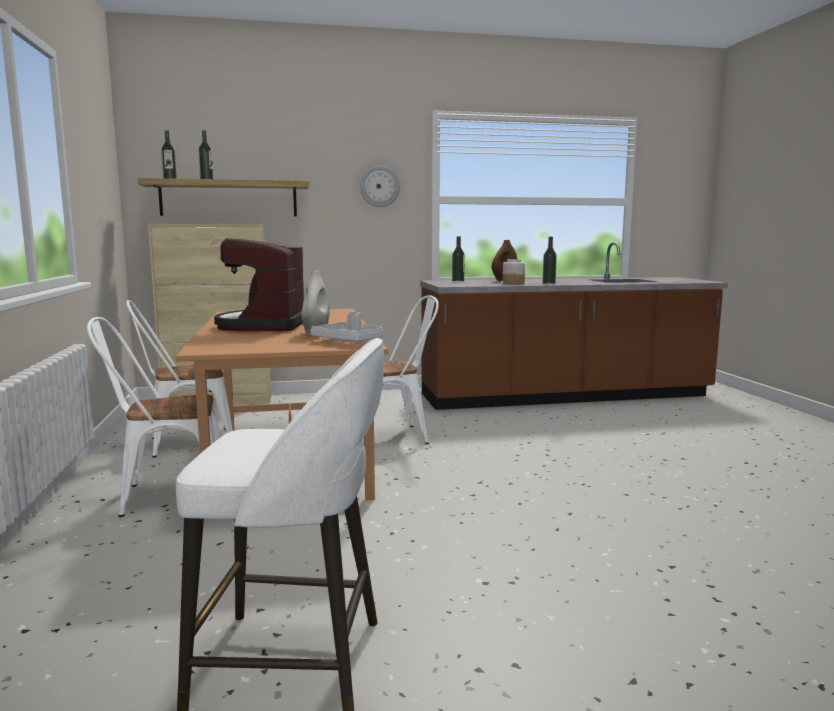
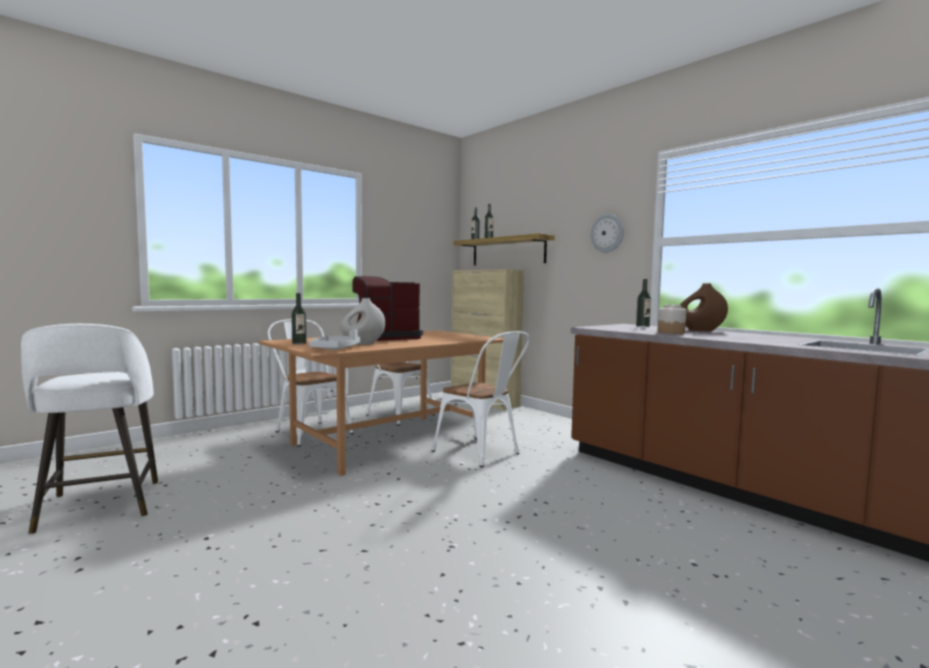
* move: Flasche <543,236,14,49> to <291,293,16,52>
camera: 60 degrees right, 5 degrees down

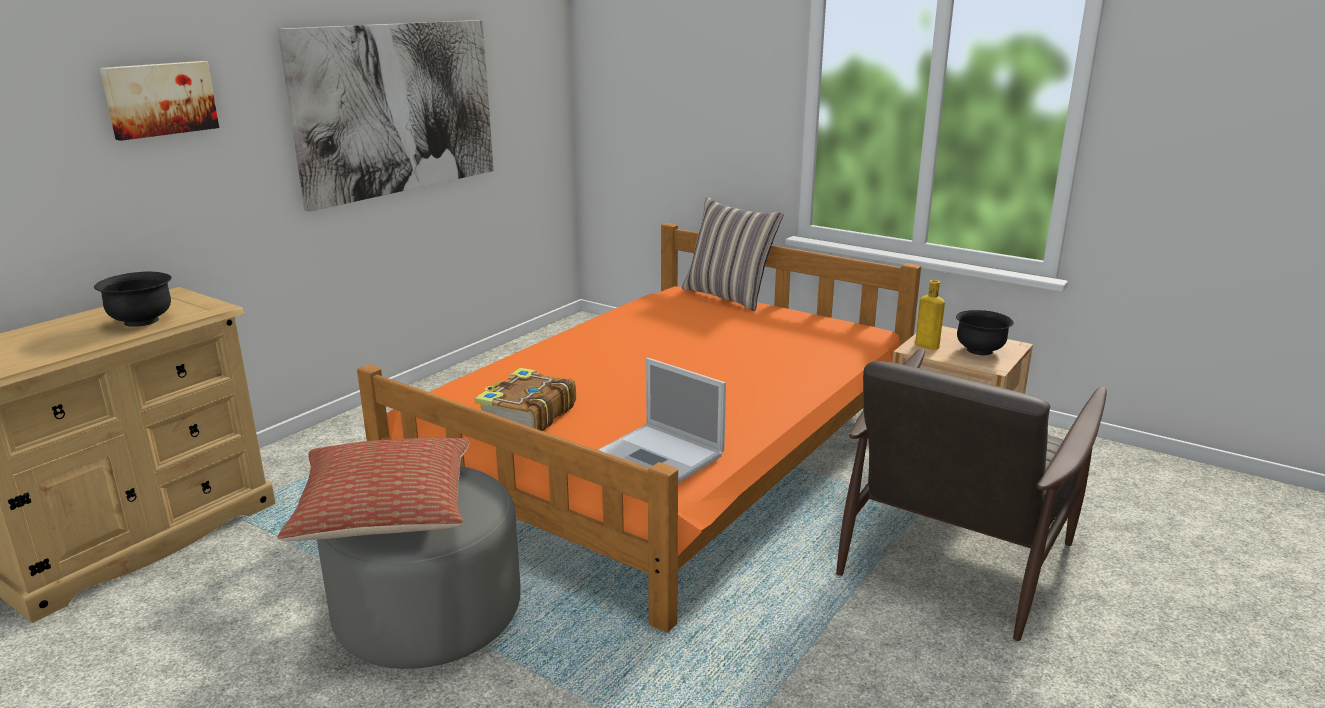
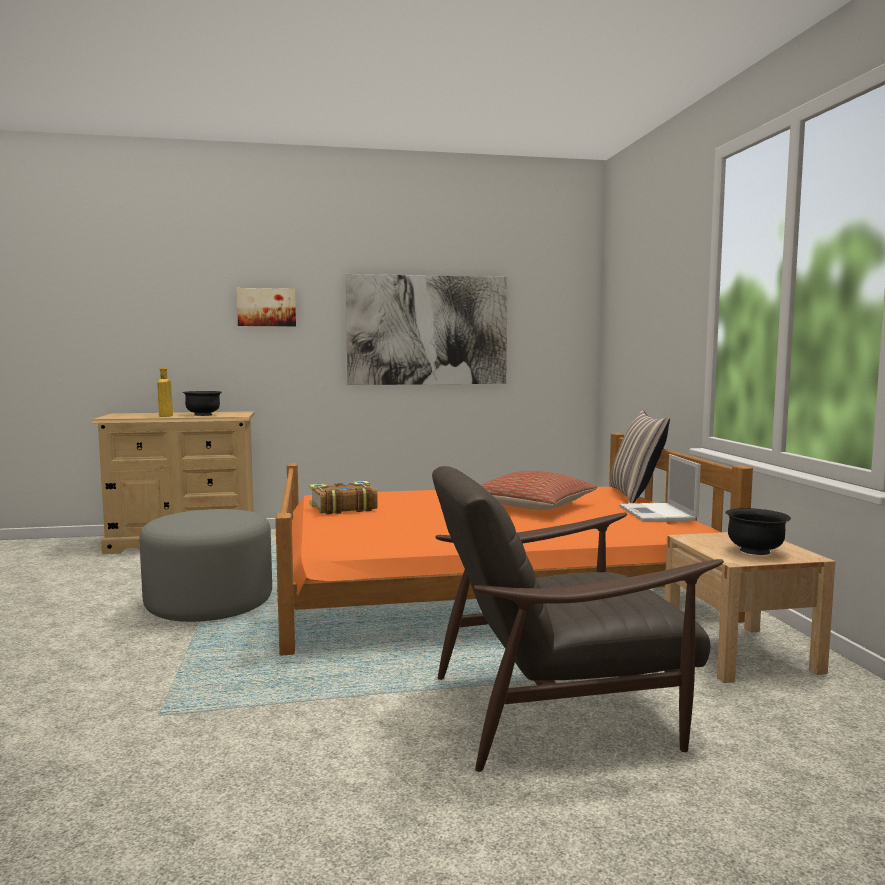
* move: Flasche/gelb <915,280,30,70> to <157,368,16,49>
* move: Kissen <277,438,193,103> to <481,471,117,39>
* move: Laptop <598,358,128,125> to <619,454,82,68>
camera: 45 degrees right, 15 degrees down

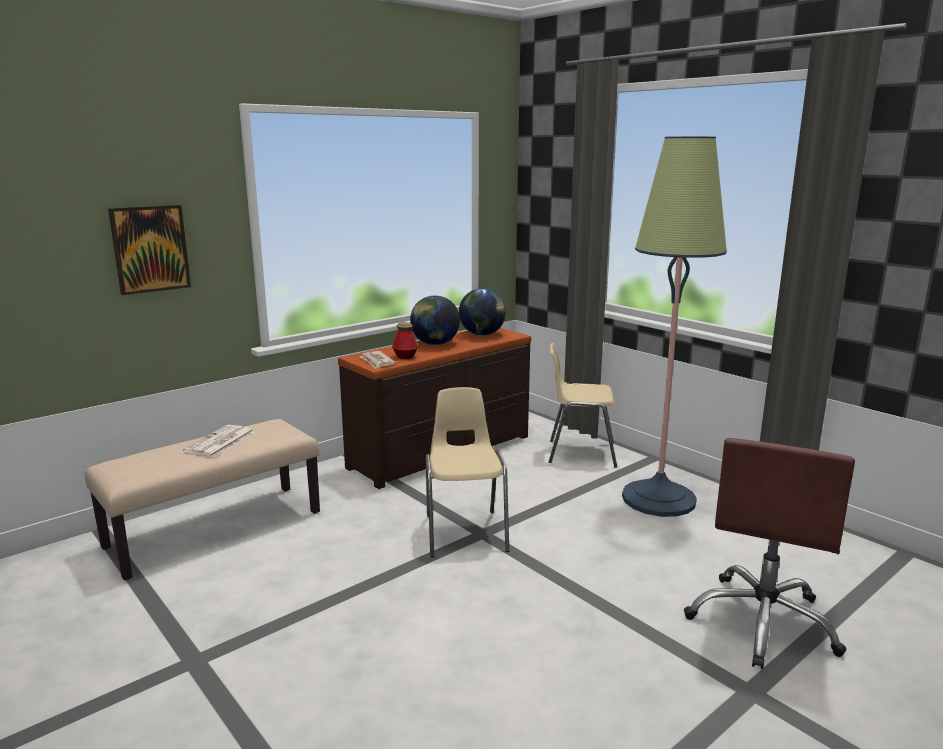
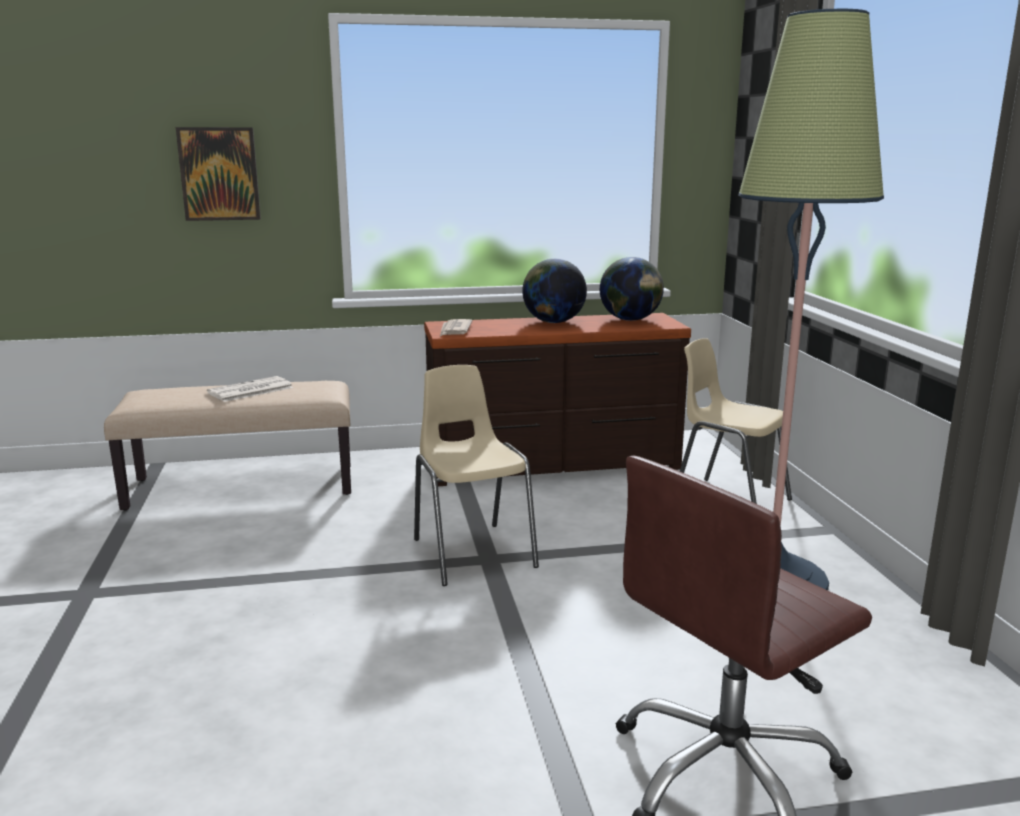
* rotate: Stuhl/beige <426,387,83,170> = <414,365,125,221> 45 degrees counterclockwise
* delete: Flasche <392,322,26,37>
camera: 30 degrees right, 0 degrees up

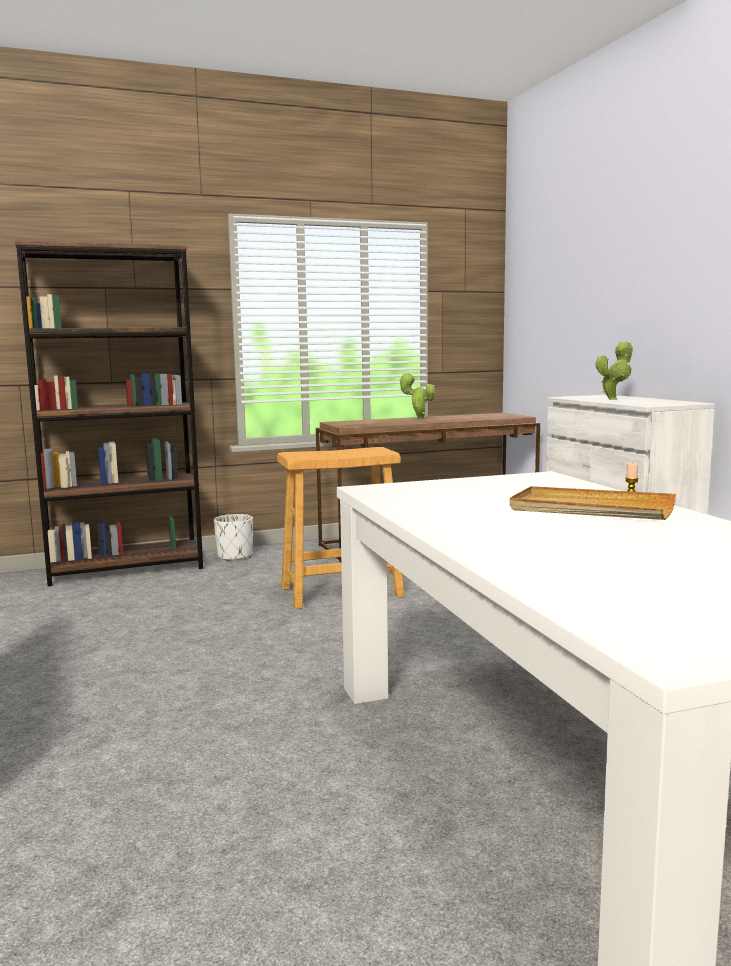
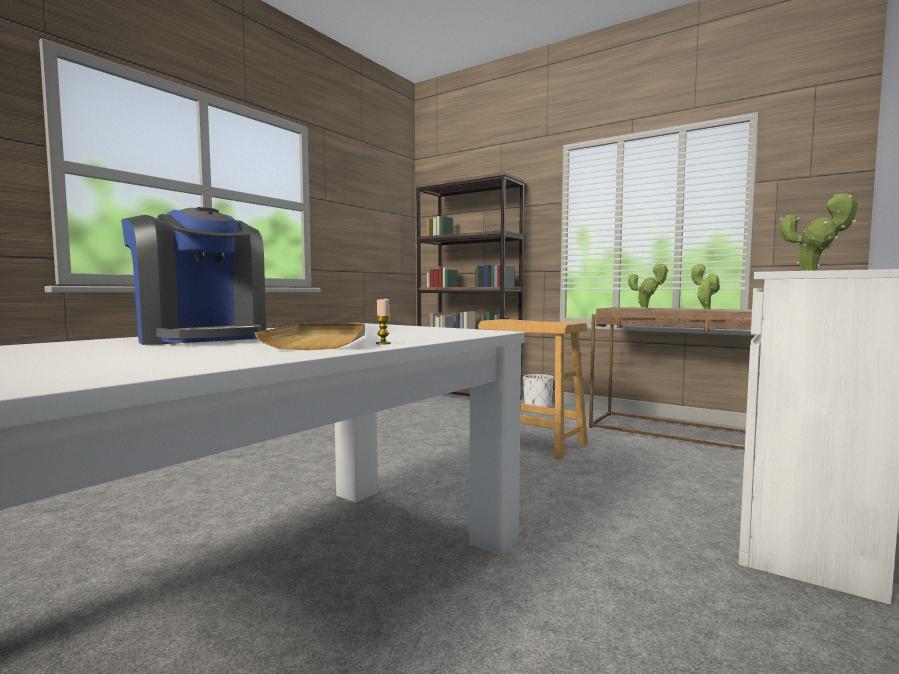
* insert: Kaffeemaschine <121,207,145,138>
* insert: Topfpflanze <628,263,41,46>
camera: 55 degrees right, 5 degrees down

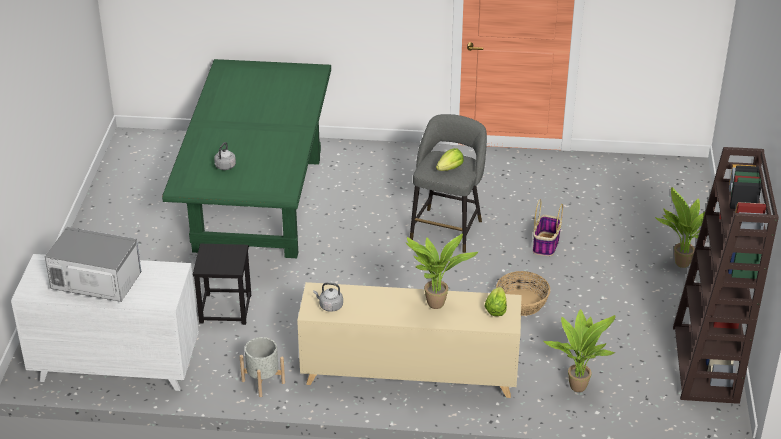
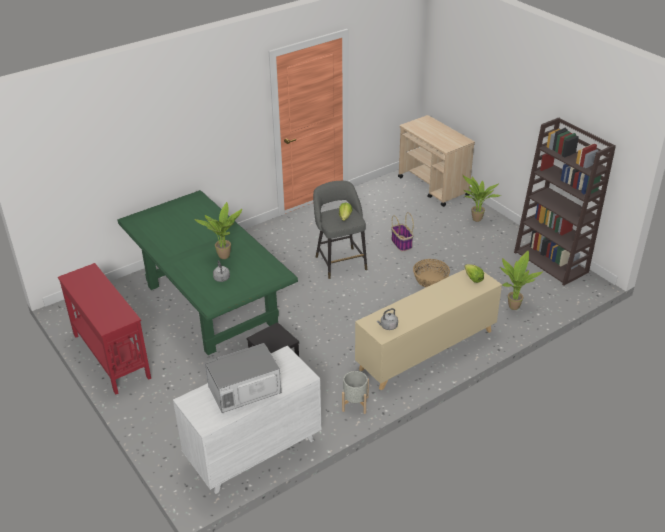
* insert: Konsolentisch/rot <58,263,93,132>
* move: Topfpflanze <405,233,73,76> to <195,202,47,57>
* insert: Rollwagen/beige <398,115,77,92>
camera: 40 degrees left, 0 degrees up

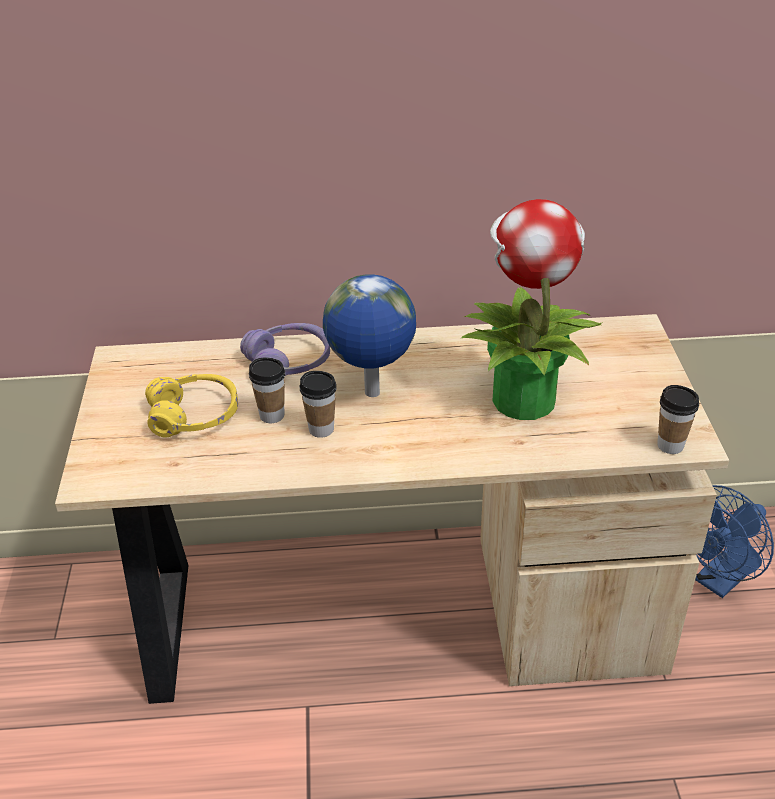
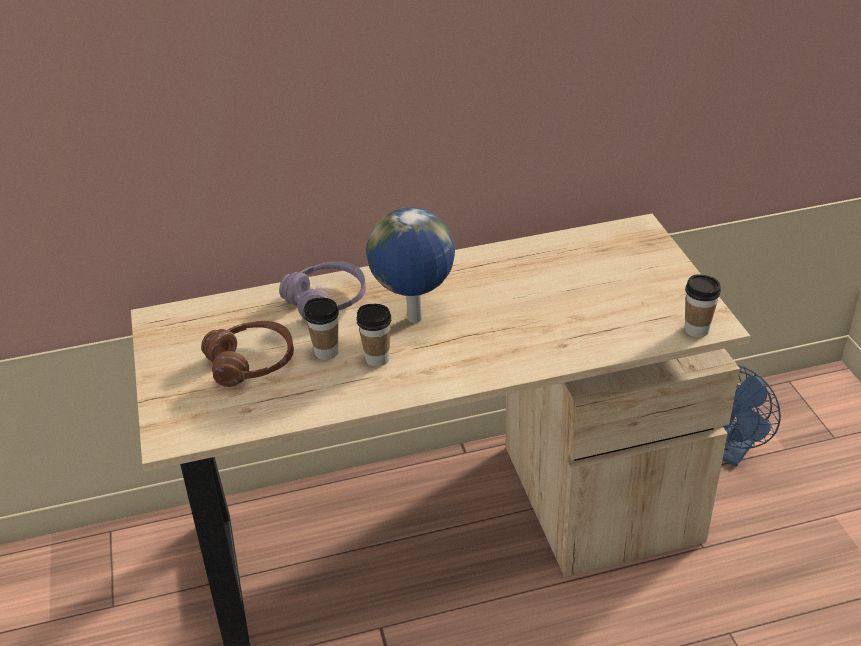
* recolor: Kopfhörer/gelb <145,374,93,64> to Kopfhörer/braun <201,321,93,66>
* delete: Topfpflanze <461,199,142,221>
camera: 10 degrees left, 0 degrees up

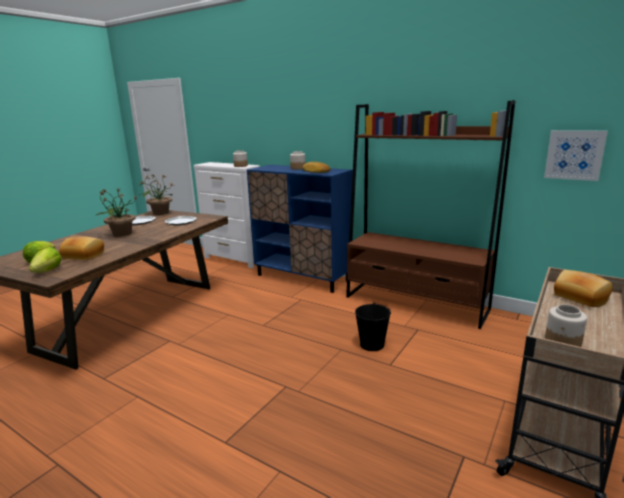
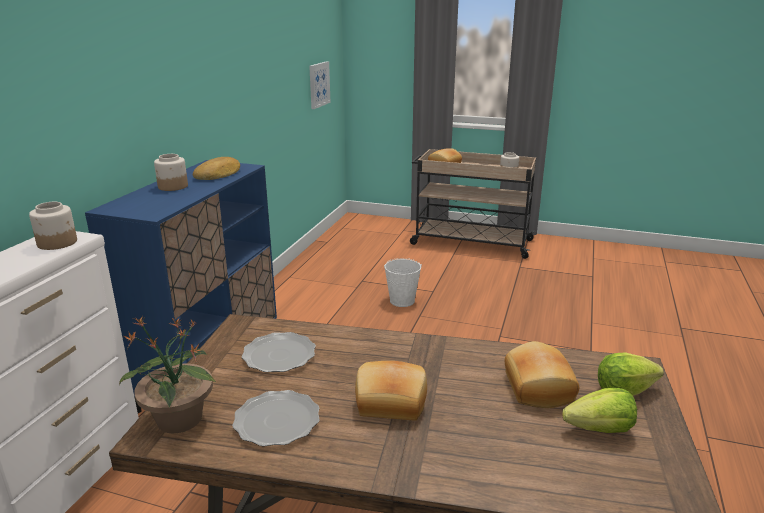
* replace: Topfpflanze <95,188,42,49> to Brot <355,361,72,60>
* recolor: Eimer/schwarz <355,302,36,49> to Eimer/weiß <384,258,38,49>
* delete: Bücherregal/braun <346,100,169,229>
camera: 105 degrees left, 5 degrees up

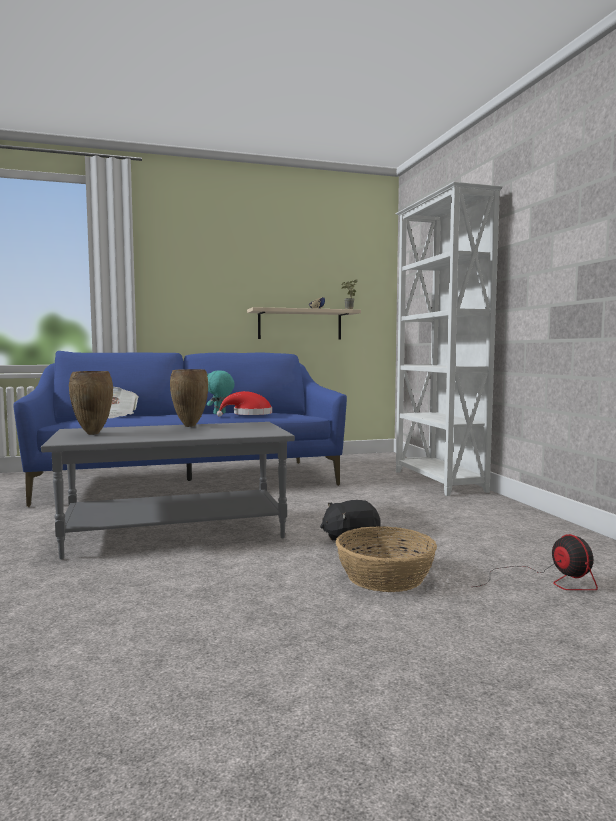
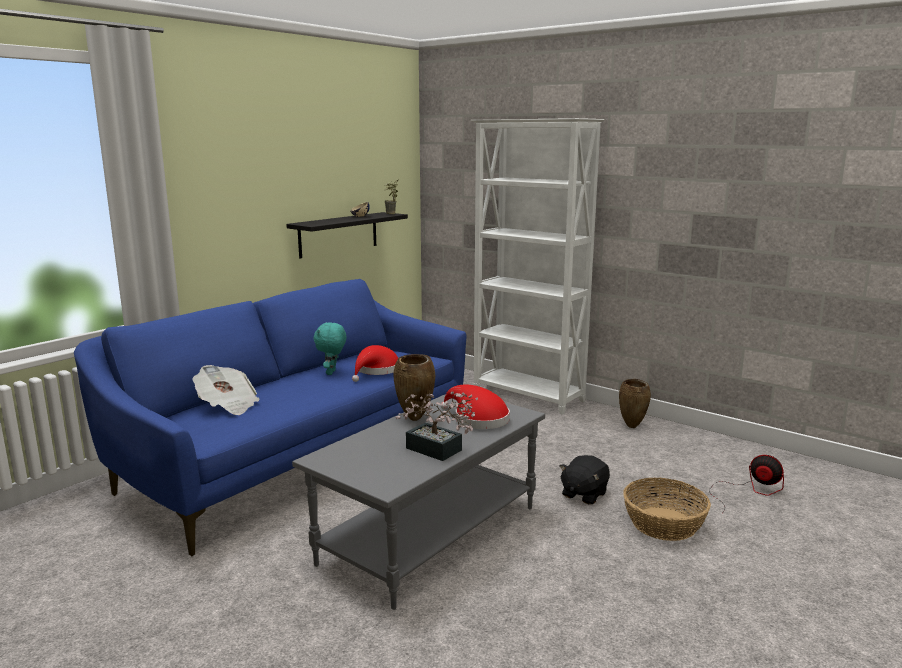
* recolor: Wandregal/beige <247,307,114,32> to Wandregal/schwarz <286,212,122,47>
* insert: Topfpflanze <396,392,82,69>
* insert: Hut/rot <440,385,70,44>
* move: Vase/braun <69,371,44,64> to <619,379,32,49>
camera: 35 degrees left, 10 degrees up

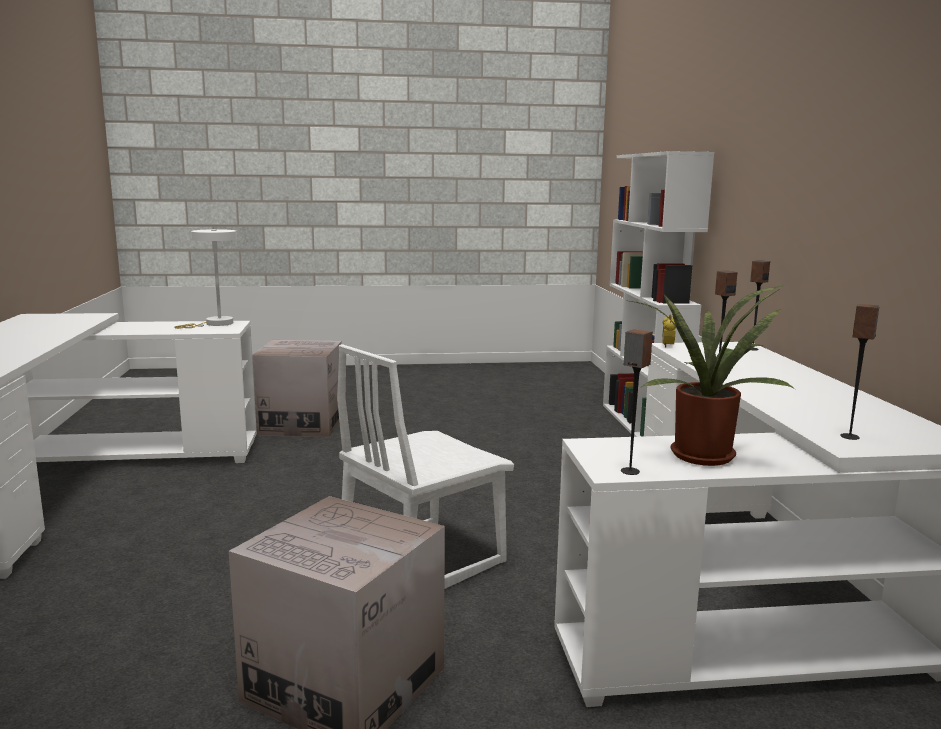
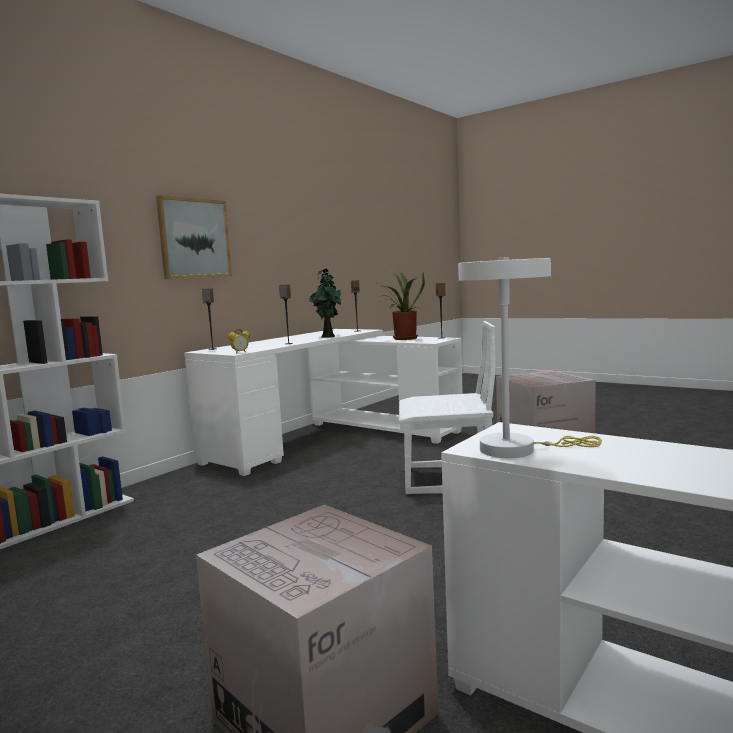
* insert: Bild <156,195,76,84>
* insert: Topfpflanze <310,268,31,70>
camera: 135 degrees left, 5 degrees down

